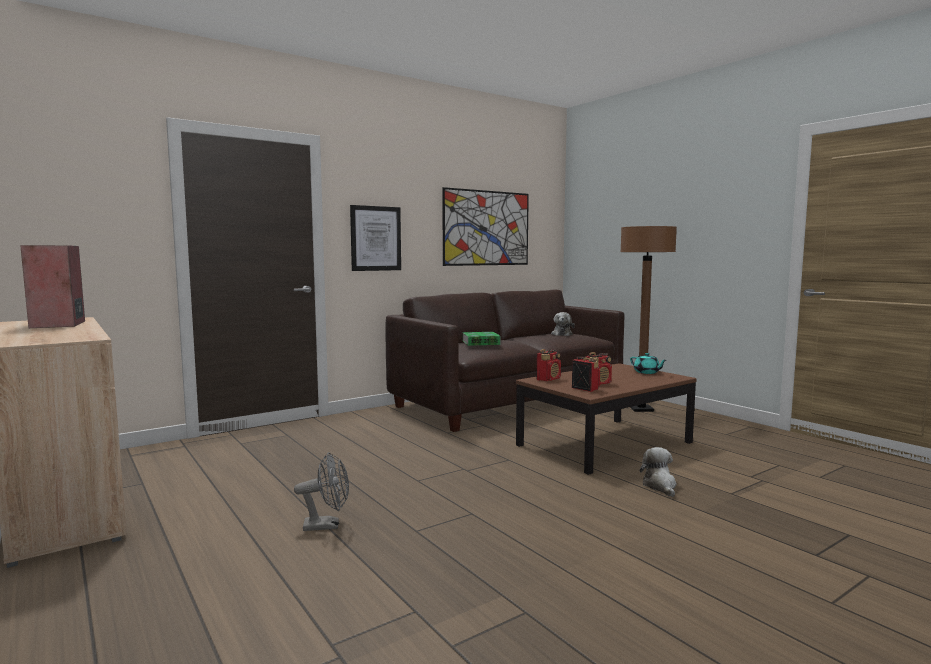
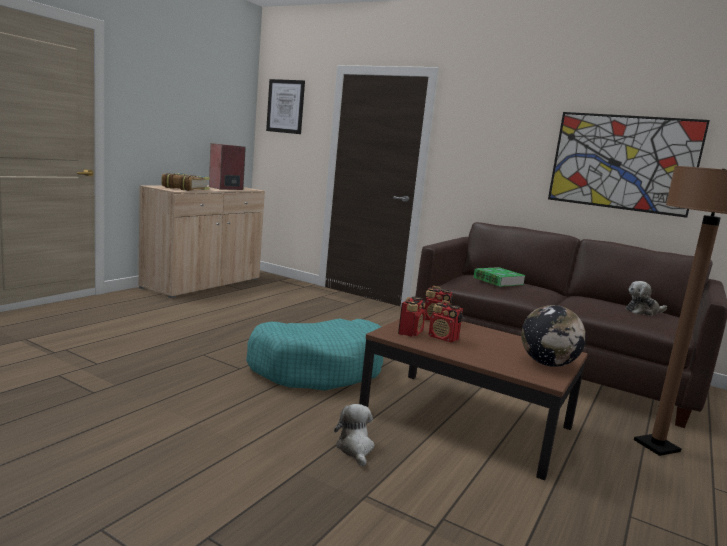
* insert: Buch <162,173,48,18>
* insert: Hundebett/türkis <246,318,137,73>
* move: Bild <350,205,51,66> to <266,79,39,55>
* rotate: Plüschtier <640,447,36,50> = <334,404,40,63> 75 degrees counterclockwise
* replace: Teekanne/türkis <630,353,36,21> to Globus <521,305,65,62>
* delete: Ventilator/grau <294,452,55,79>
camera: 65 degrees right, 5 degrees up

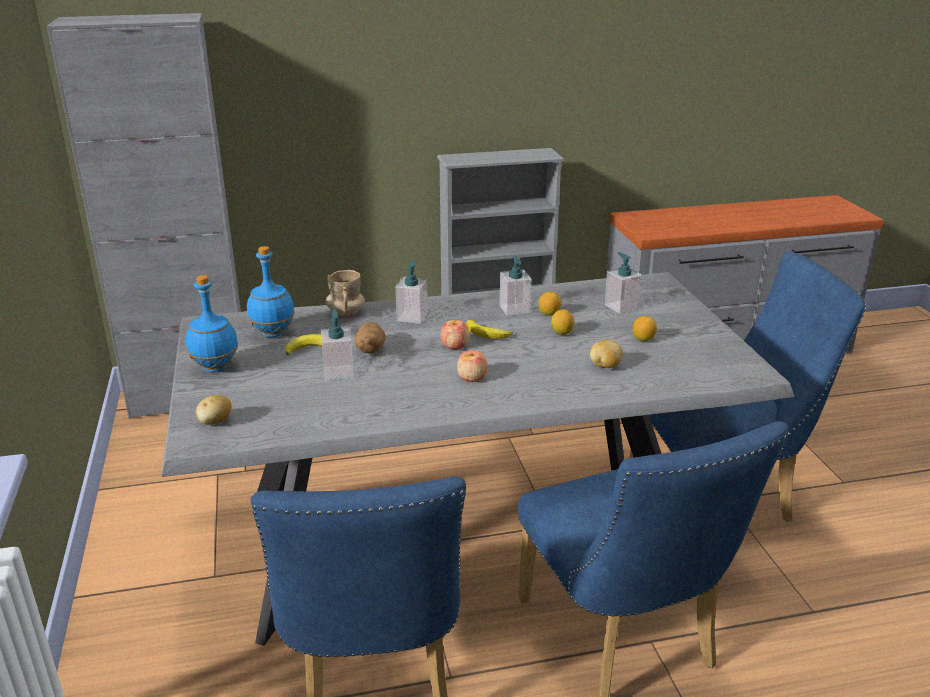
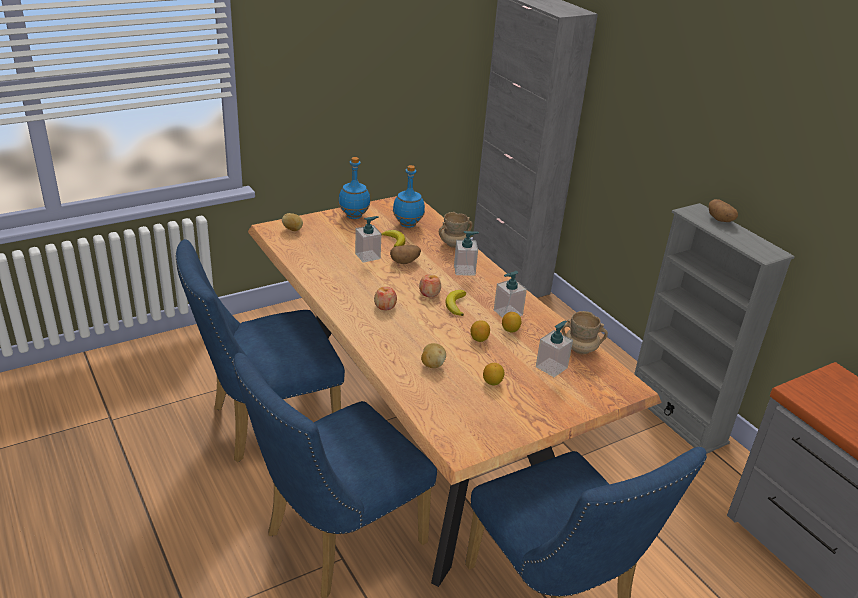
* recolor: Esstisch/grau <161,272,634,374> to Esstisch/braun <248,196,414,391>
* insert: Henkelbecher/beige <561,311,47,43>
* insert: Kartoffel <708,199,30,23>
camera: 70 degrees right, 5 degrees up

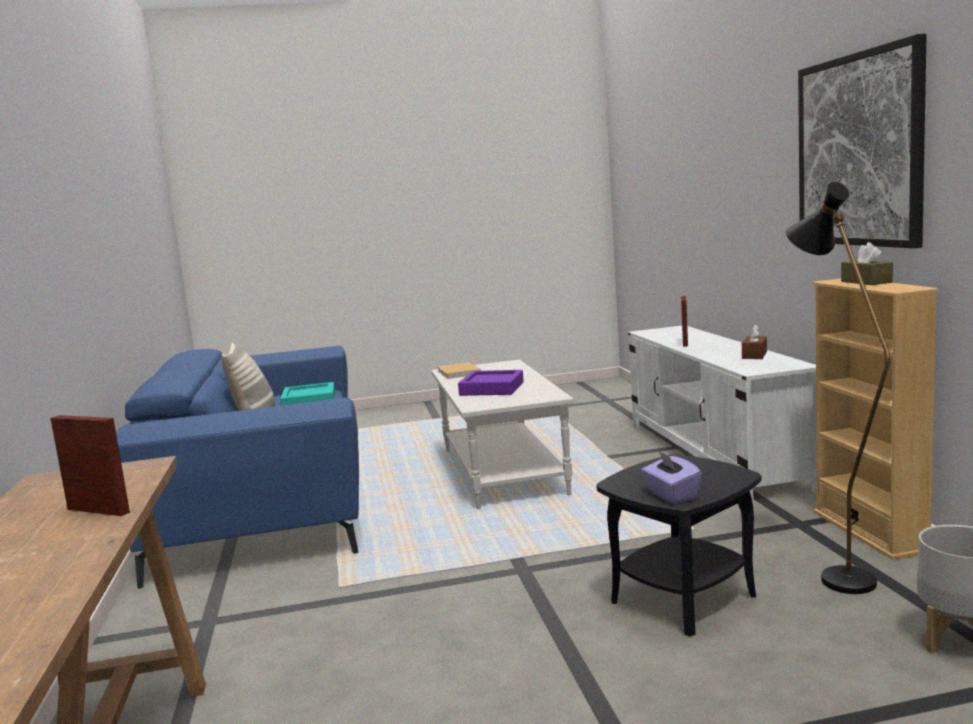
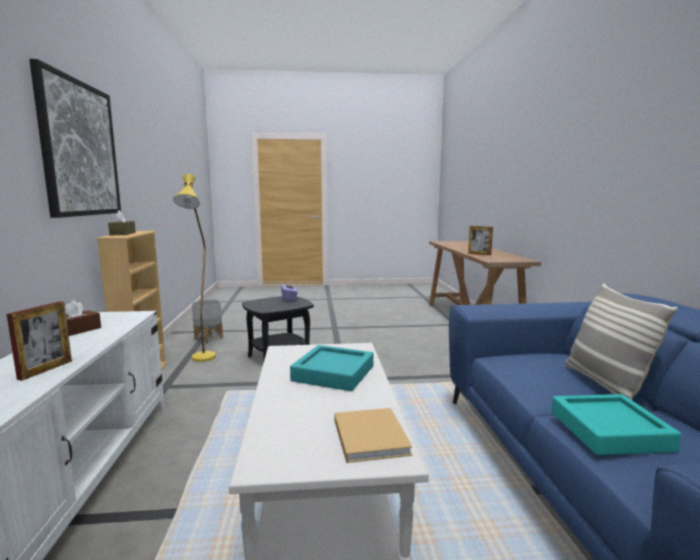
* recolor: Stehlampe/schwarz <786,182,104,412> to Stehlampe/gelb <173,174,43,188>
* recolor: Tablett/lila <458,370,66,26> to Tablett/türkis <290,345,84,46>
camera: 175 degrees left, 0 degrees up

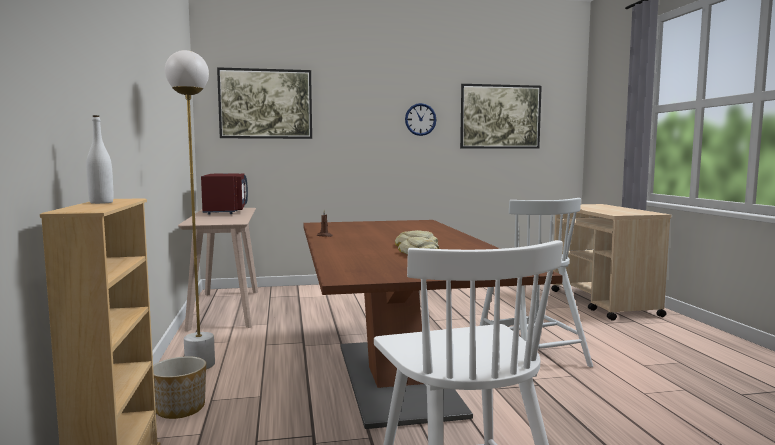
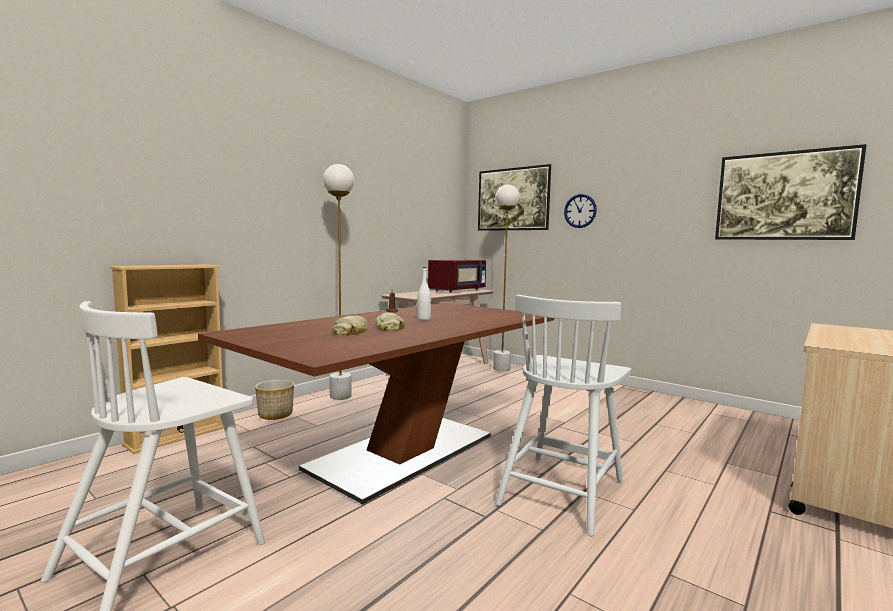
* move: Flasche/weiß <86,115,27,89> to <417,267,14,53>
* insert: Stehlampe/weiß <493,184,27,188>
* move: Wanduhr <405,103,31,33> to <564,194,33,34>
camera: 50 degrees right, 0 degrees up

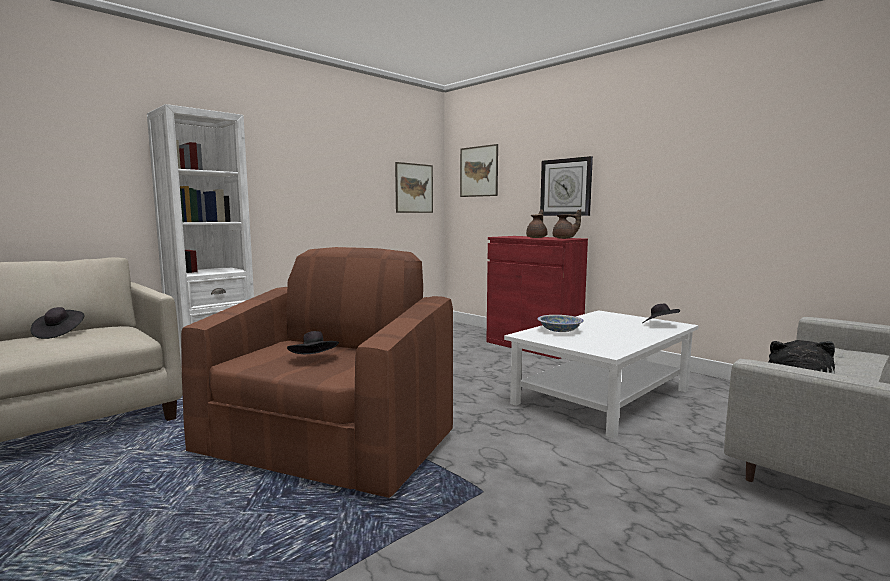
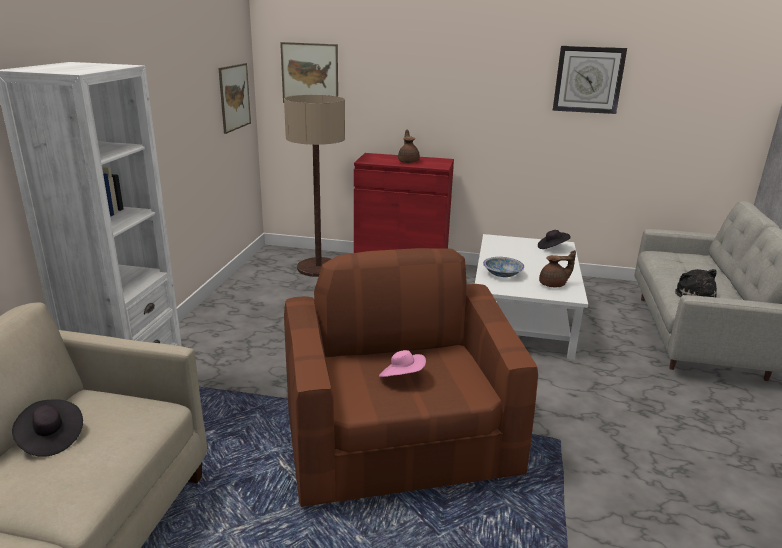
* insert: Stehlampe <284,95,61,182>
* recolor: Hut/schwarz <287,331,52,23> to Hut/rosa <379,350,47,27>
* move: Teekanne/braun <553,209,28,30> to <539,250,37,37>
* move: Wanduhr <540,156,53,60> to <553,46,74,68>
camera: 35 degrees left, 15 degrees up

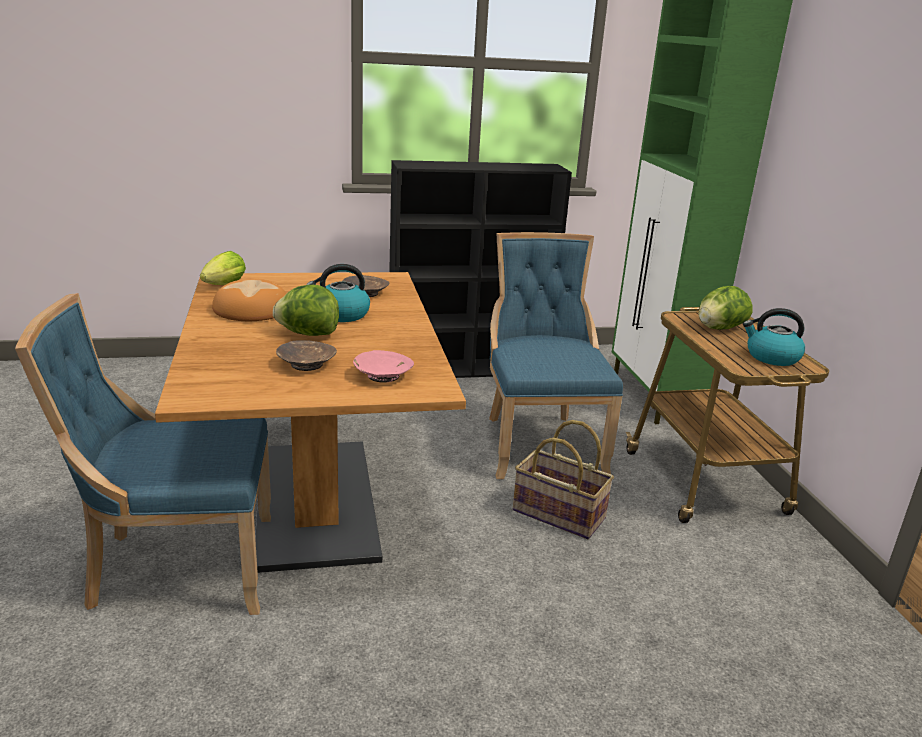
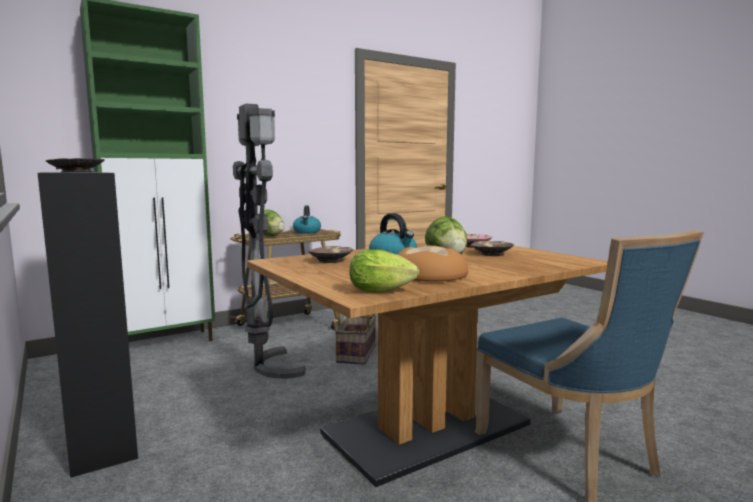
* insert: Schüssel/braun <46,158,59,14>
* replace: Stuhl/blau <489,232,134,247> to Stehlampe/grau <233,104,73,274>
camera: 110 degrees left, 15 degrees down

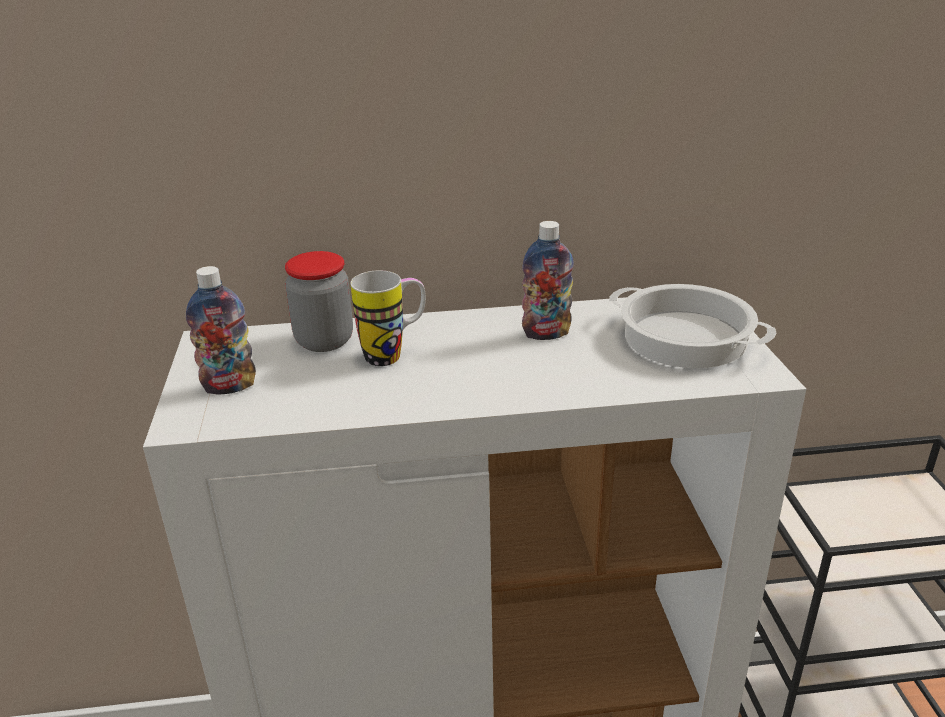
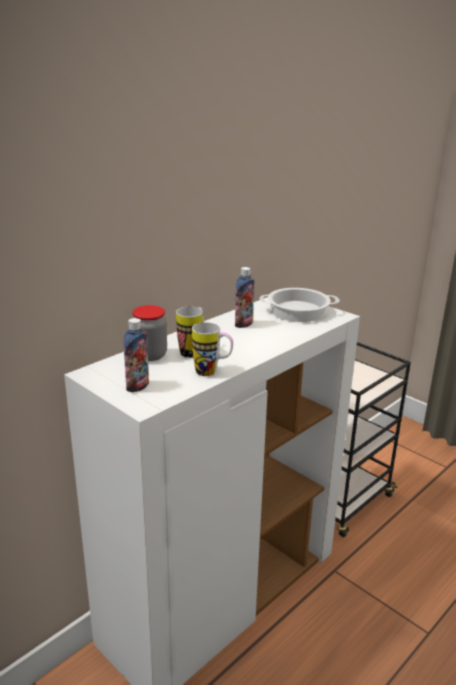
* insert: Henkelbecher <192,322,41,54>
camera: 40 degrees left, 5 degrees down

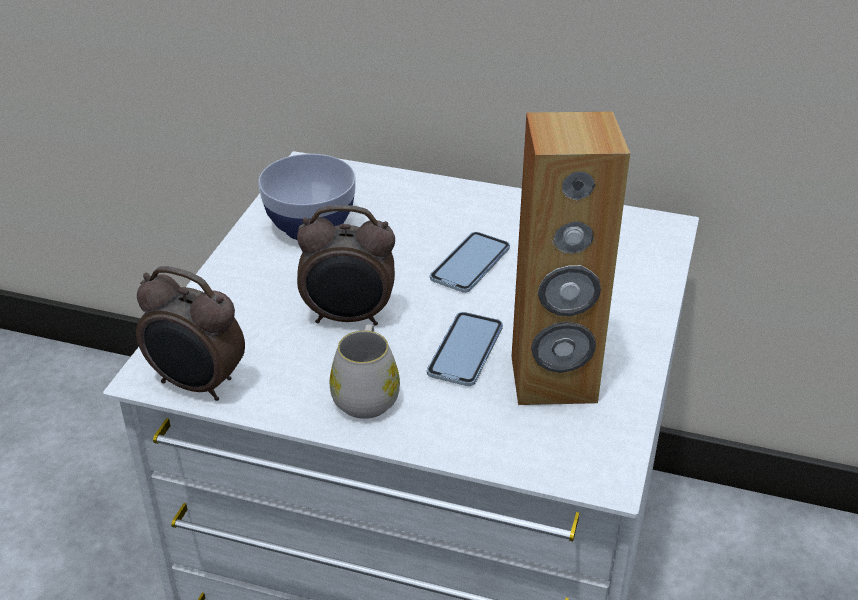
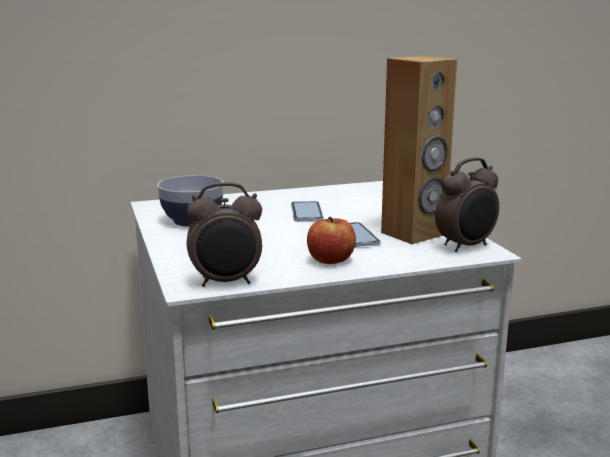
* replace: Henkelbecher/weiß <330,324,70,95> to Apfel <307,217,49,47>
* move: Wecker <297,205,98,121> to <435,157,64,95>
camera: 35 degrees left, 20 degrees down

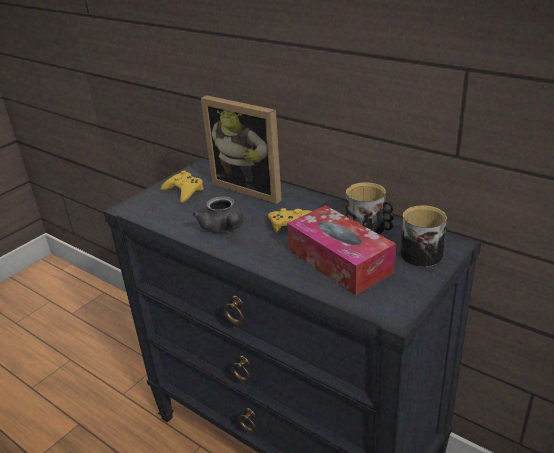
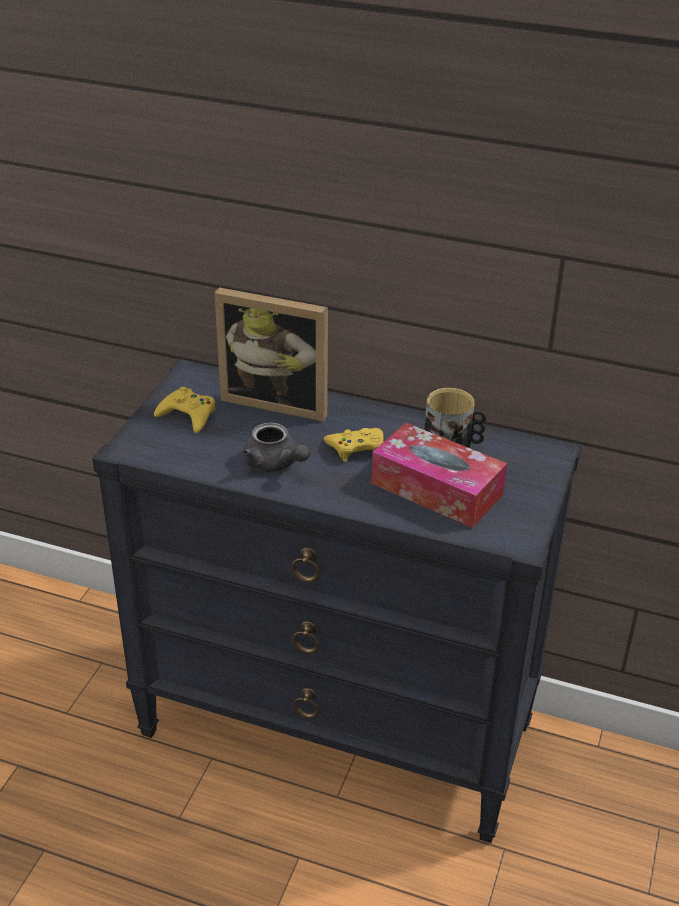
* delete: Henkelbecher <400,205,47,62>
camera: 20 degrees left, 5 degrees up

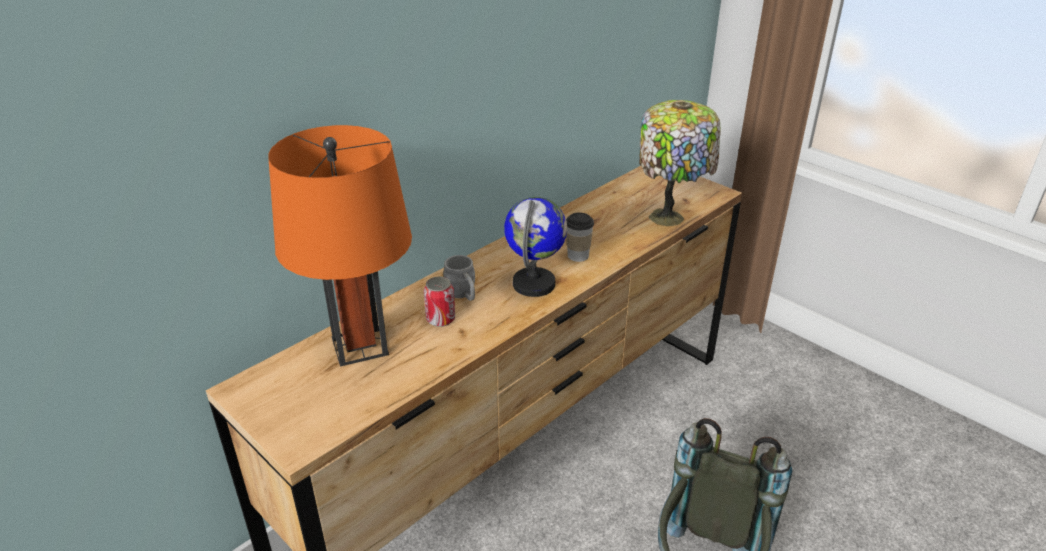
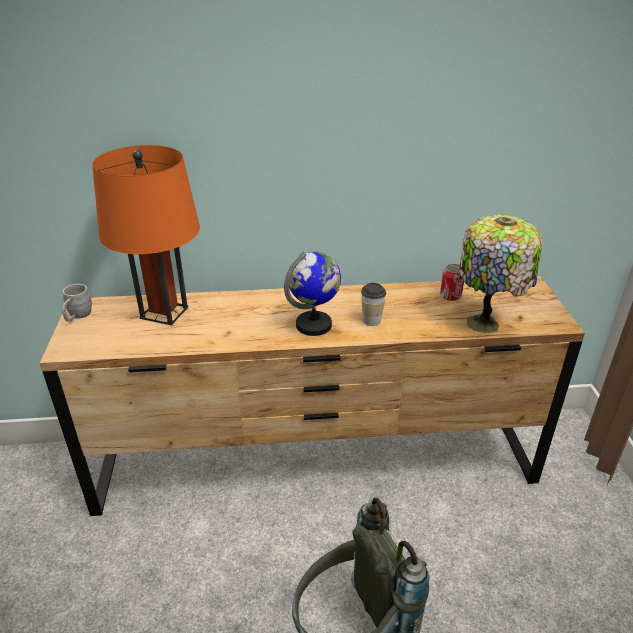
* move: Henkelbecher/grau <443,255,32,46> to <62,284,30,38>
* move: Dose <424,277,31,50> to <440,264,24,37>
camera: 40 degrees right, 0 degrees up

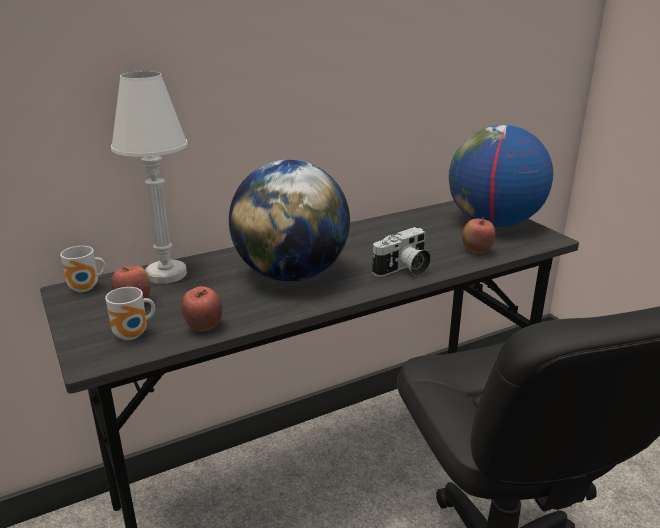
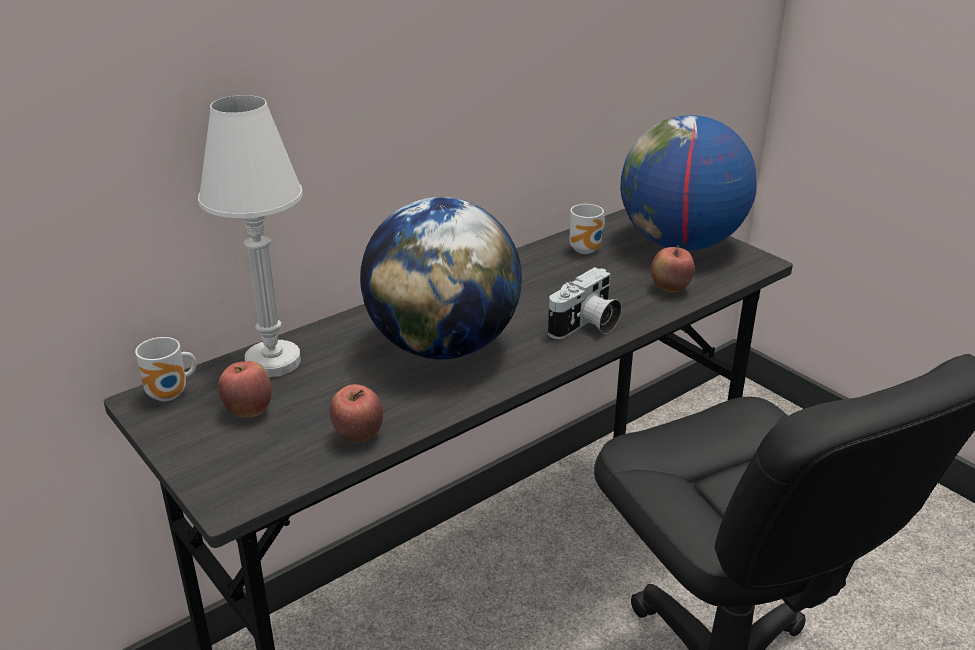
* move: Henkelbecher <105,287,50,53> to <570,204,35,50>
camera: 10 degrees left, 5 degrees up

